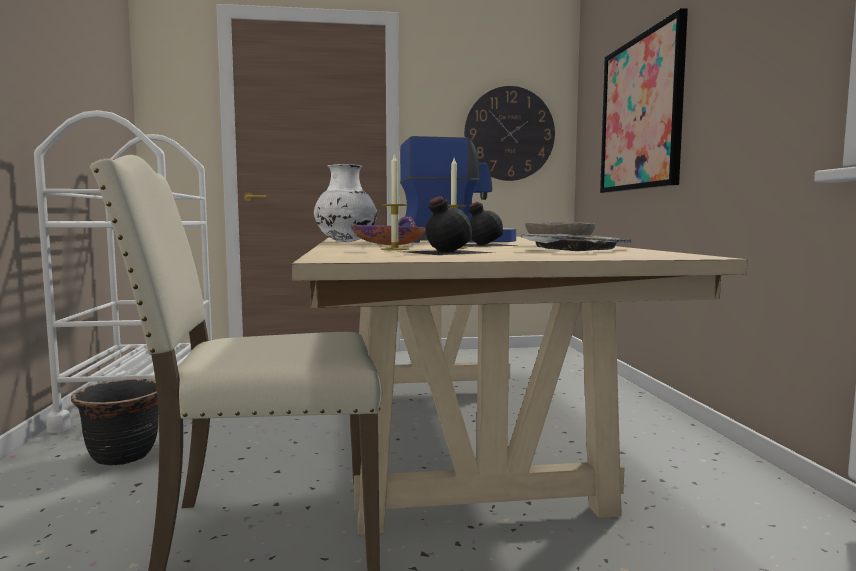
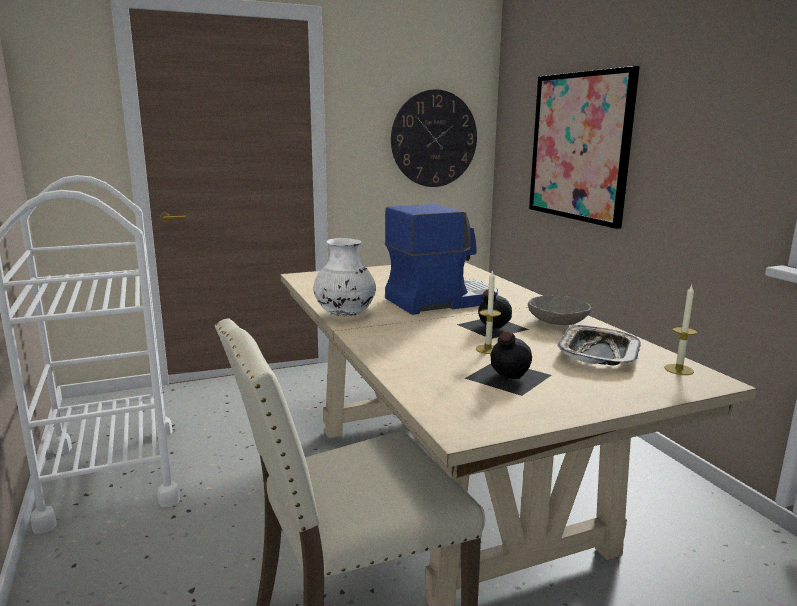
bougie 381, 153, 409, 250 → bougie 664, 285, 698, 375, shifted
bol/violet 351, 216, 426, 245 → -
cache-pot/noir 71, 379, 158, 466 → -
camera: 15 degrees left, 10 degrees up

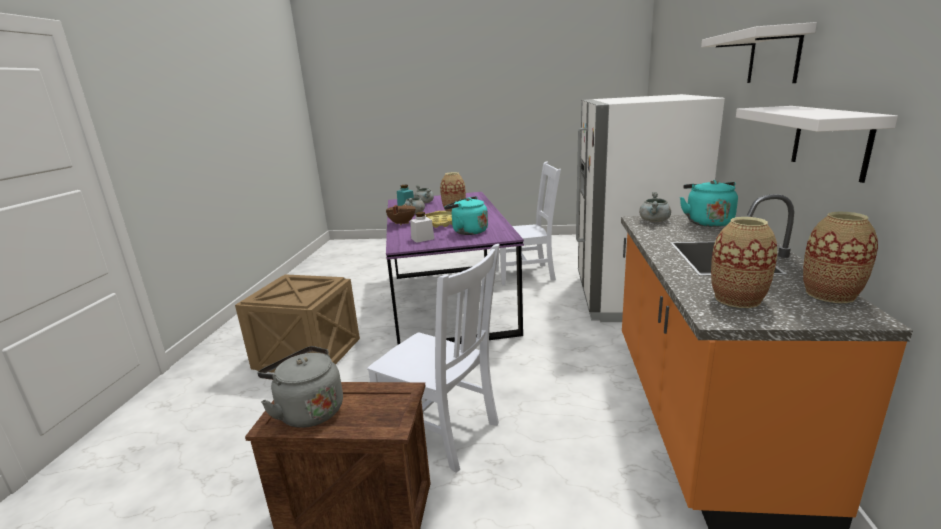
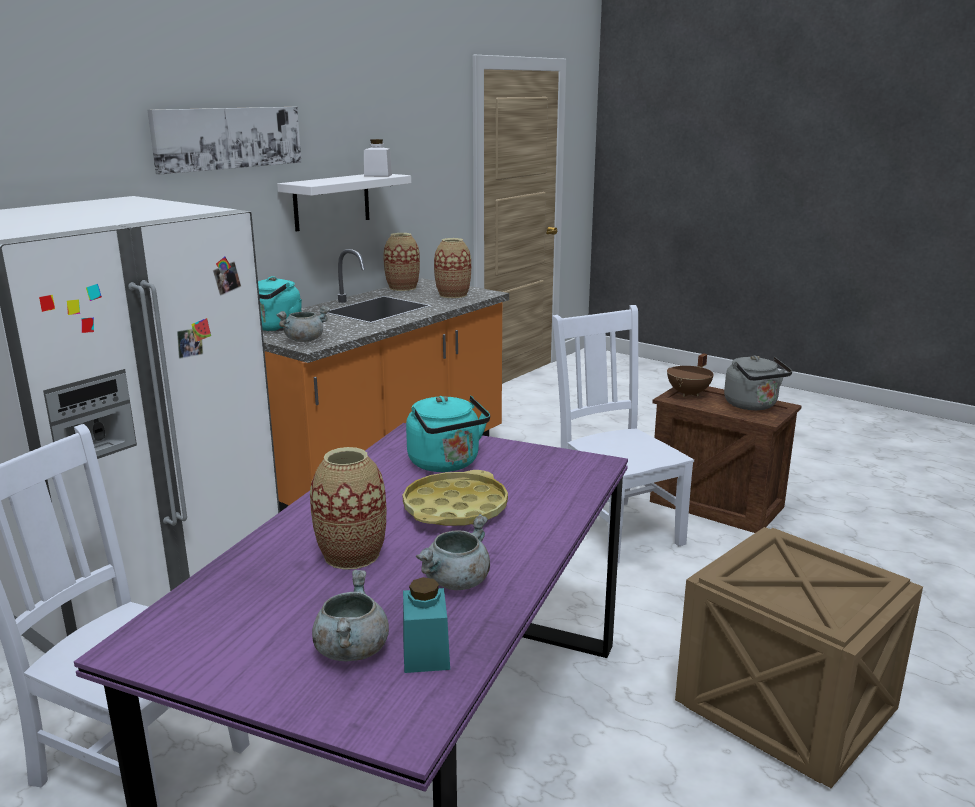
étagère/blanc 701, 22, 817, 83 → tableau 147, 107, 301, 174
marmite/marron 386, 205, 416, 226 → marmite/marron 667, 353, 714, 397, shifted
bocal/blanc 410, 212, 434, 243 → bocal/blanc 364, 139, 392, 177, shifted
camera: 150 degrees left, 0 degrees up

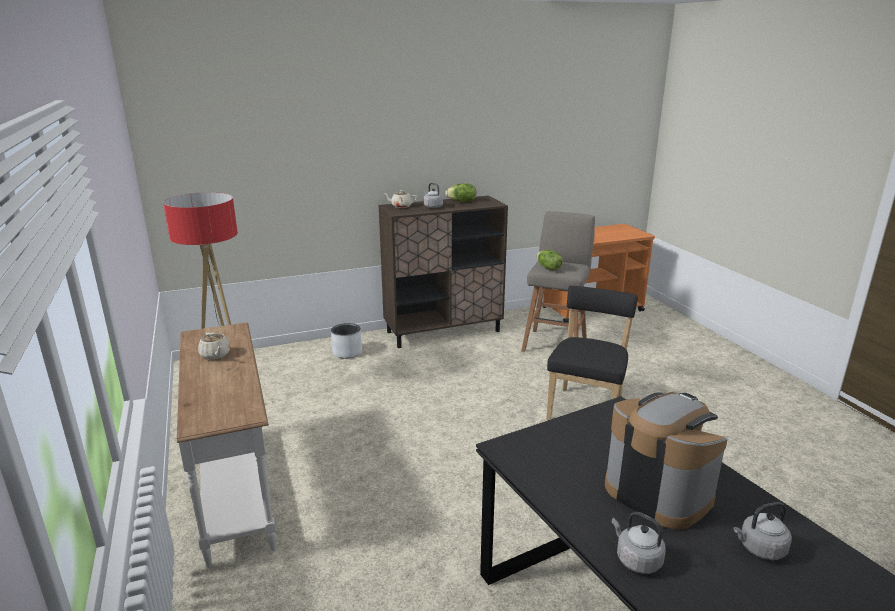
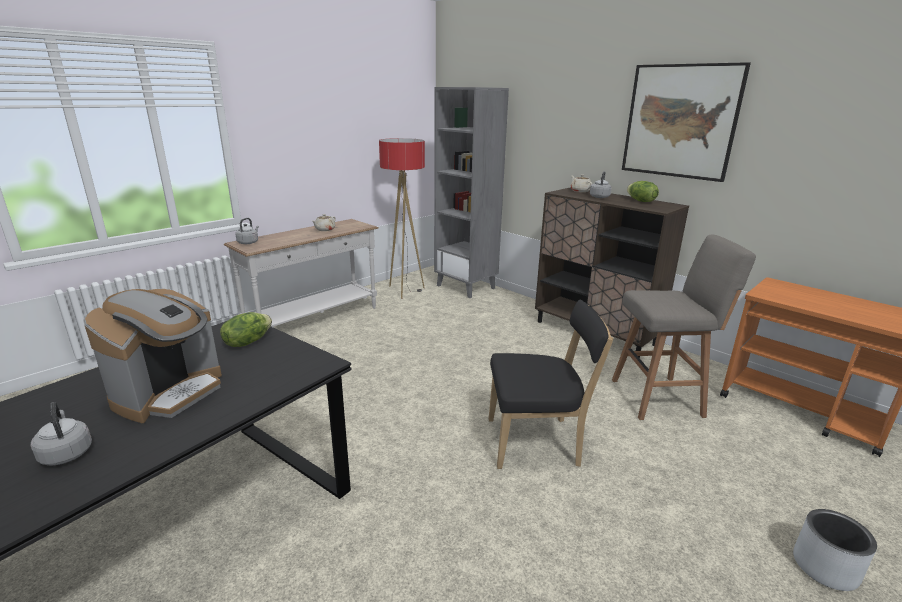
laitue 537, 250, 563, 270 → laitue 220, 312, 272, 347, shifted
cache-pot/gris 331, 323, 362, 359 → cache-pot/gris 793, 509, 877, 591, shifted
bouilloire/gris 612, 512, 666, 574 → bouilloire/gris 235, 218, 259, 244, shifted
- → tableau 622, 62, 751, 182
- → bibliothèque/gris 434, 87, 509, 298
camera: 65 degrees right, 0 degrees up

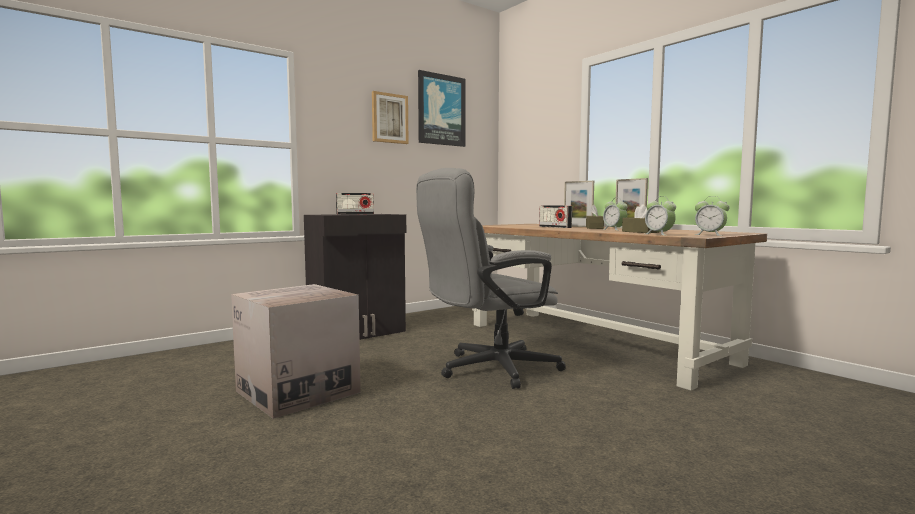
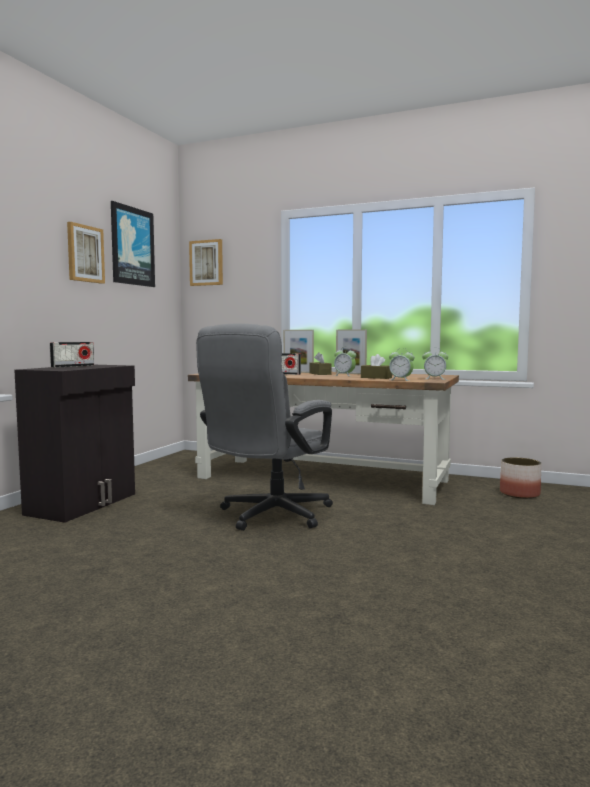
carton 231, 284, 361, 419 → -
- → tableau 189, 239, 223, 286
- → cache-pot 500, 457, 542, 499
camera: 30 degrees left, 0 degrees up

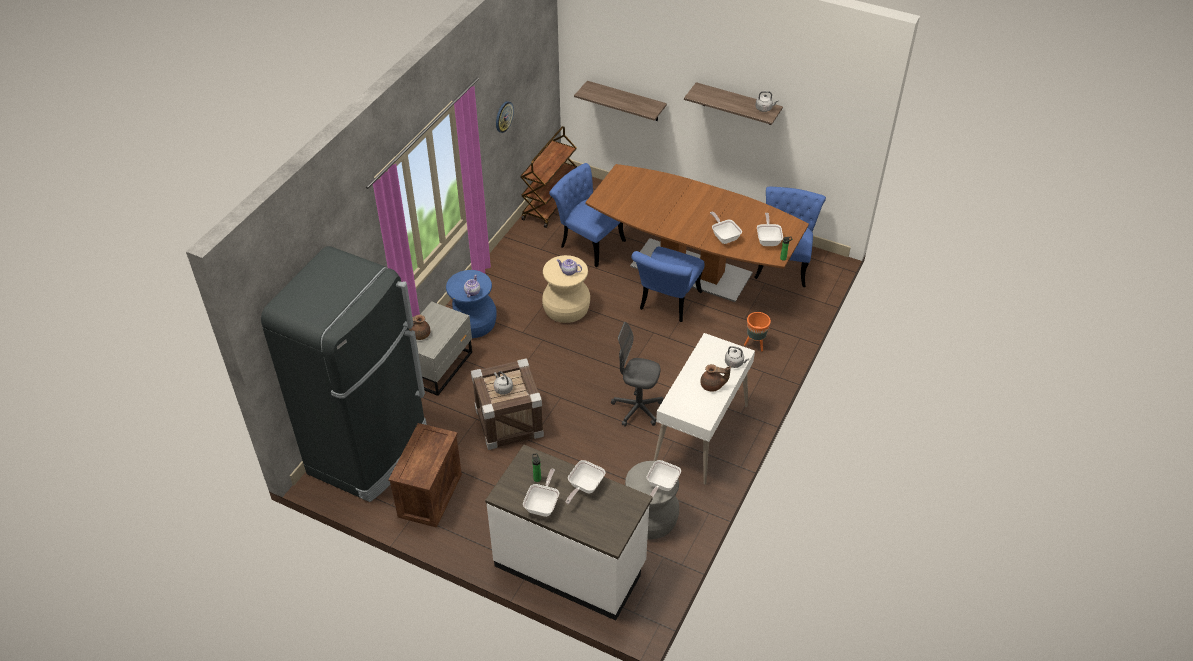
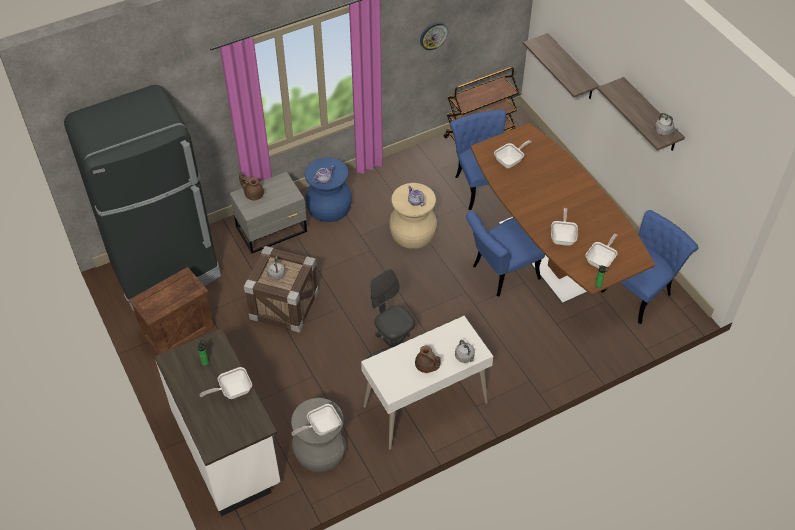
cache-pot/orange 744, 312, 771, 351 → -
poêle 523, 469, 559, 517 → poêle 494, 140, 532, 168, shifted
camera: 35 degrees right, 5 degrees up

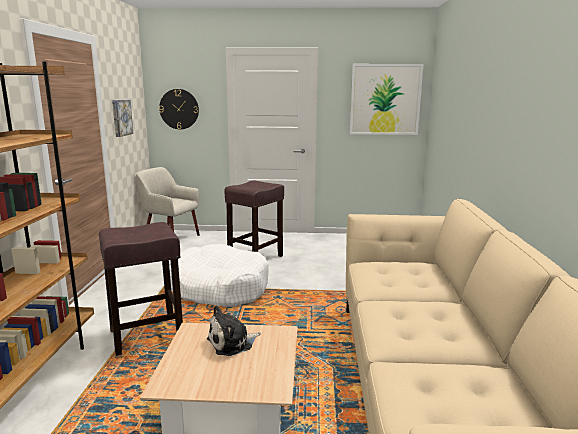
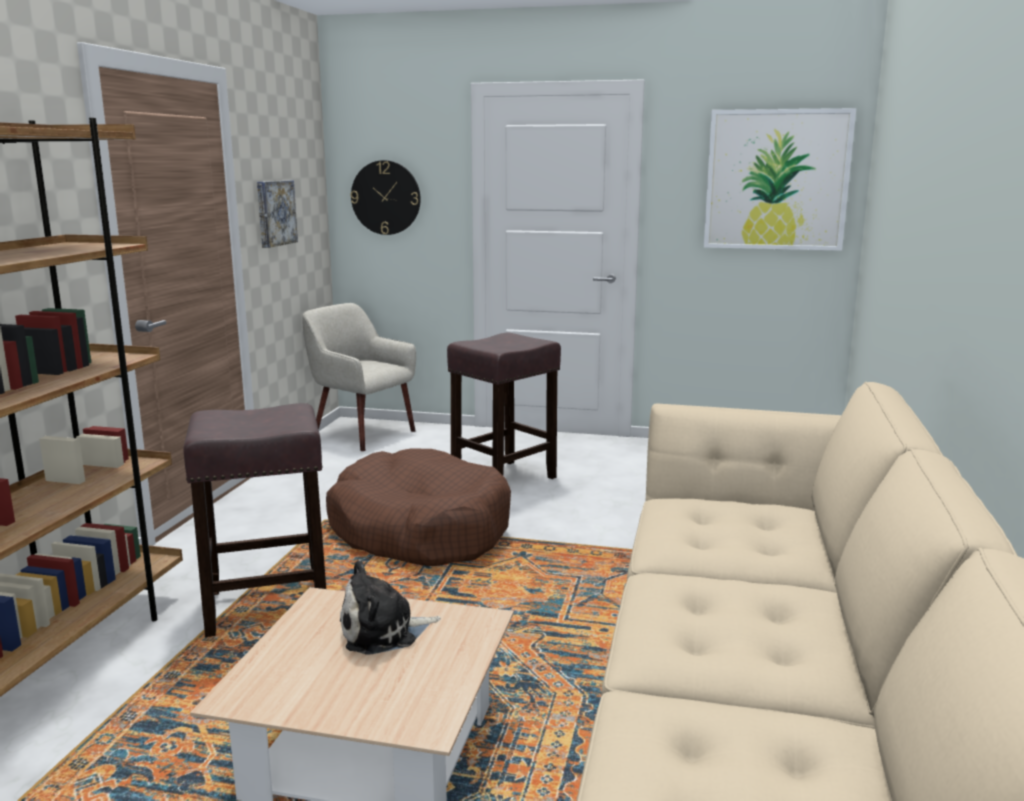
panier pour chien/blanc 169, 244, 269, 307 → panier pour chien/marron 326, 449, 511, 566
camera: 10 degrees right, 0 degrees up

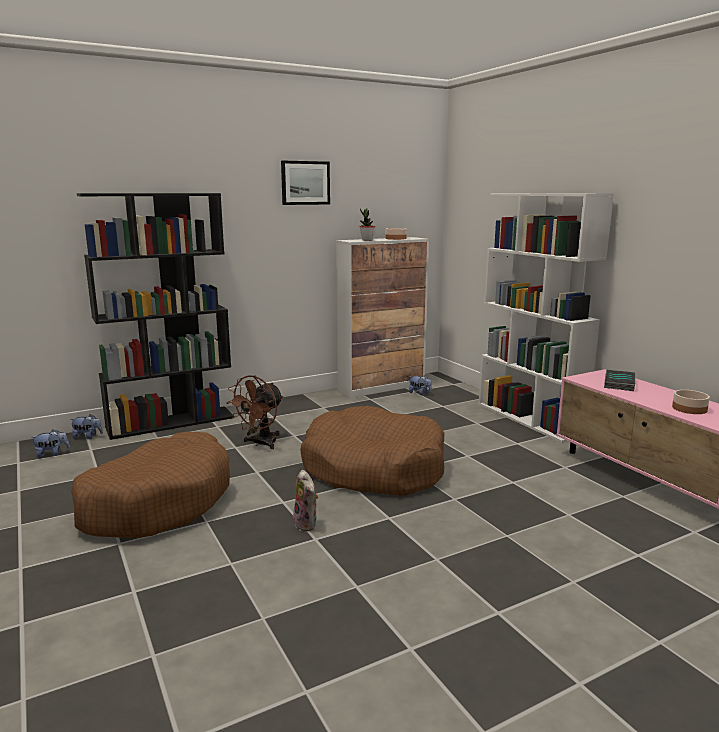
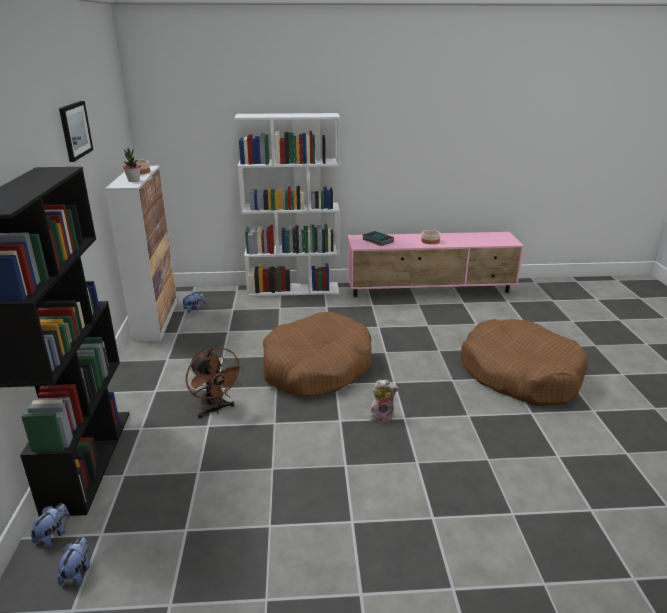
panier pour chien/marron 71, 432, 230, 538 → panier pour chien/marron 461, 319, 589, 406, shifted
camera: 65 degrees left, 10 degrees up

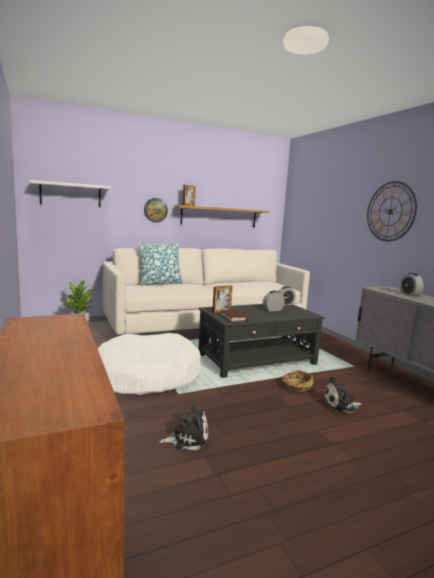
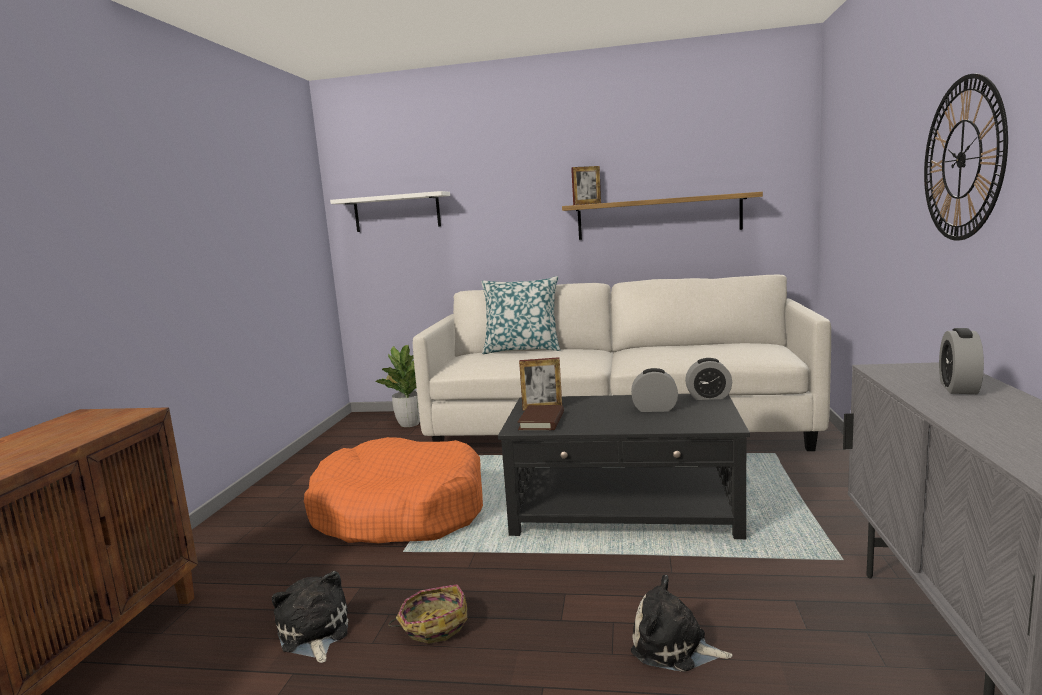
horloge murale 144, 198, 168, 223 → -
panier pour chien/blanc 98, 333, 201, 395 → panier pour chien/orange 304, 437, 483, 543
panier 283, 370, 313, 392 → panier 388, 585, 467, 644, shifted
peluche 159, 405, 208, 450 → peluche 272, 571, 348, 663, 135 degrees counterclockwise
camera: 35 degrees right, 0 degrees up

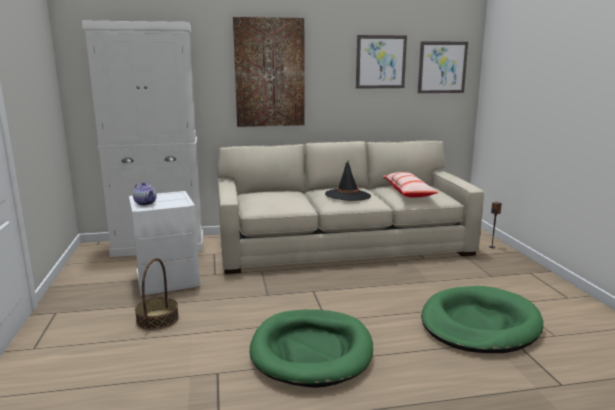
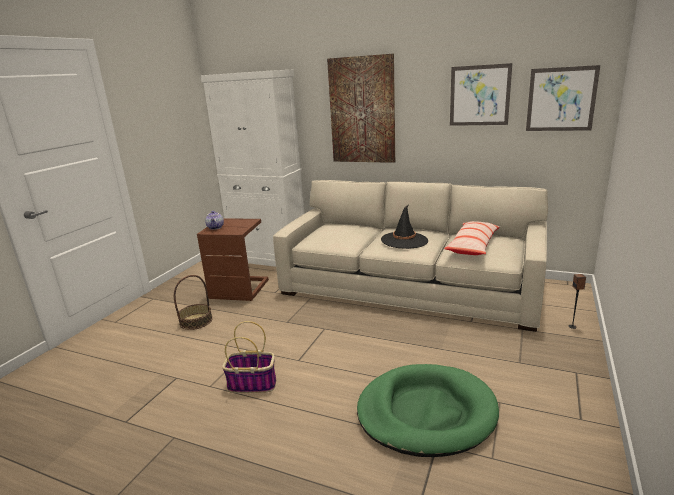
table d'appoint/blanc 129, 191, 200, 296 → table d'appoint/marron 197, 218, 269, 301
panier pour chien/vert 250, 309, 373, 388 → panier 222, 321, 276, 393
camera: 35 degrees right, 5 degrees up

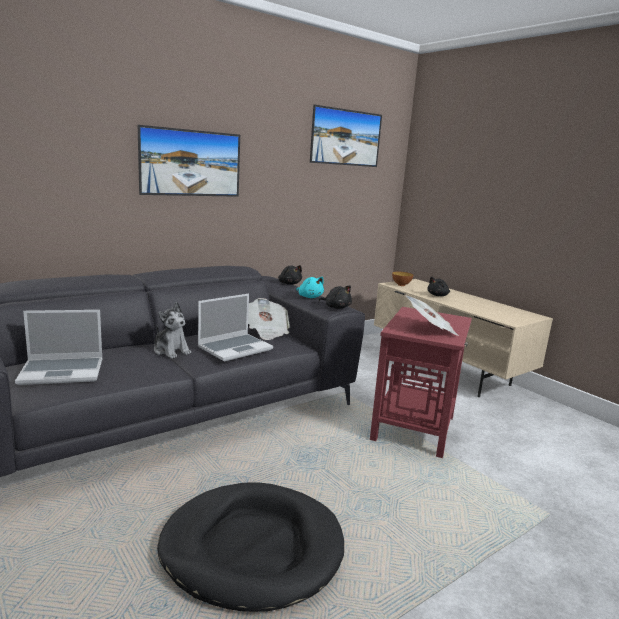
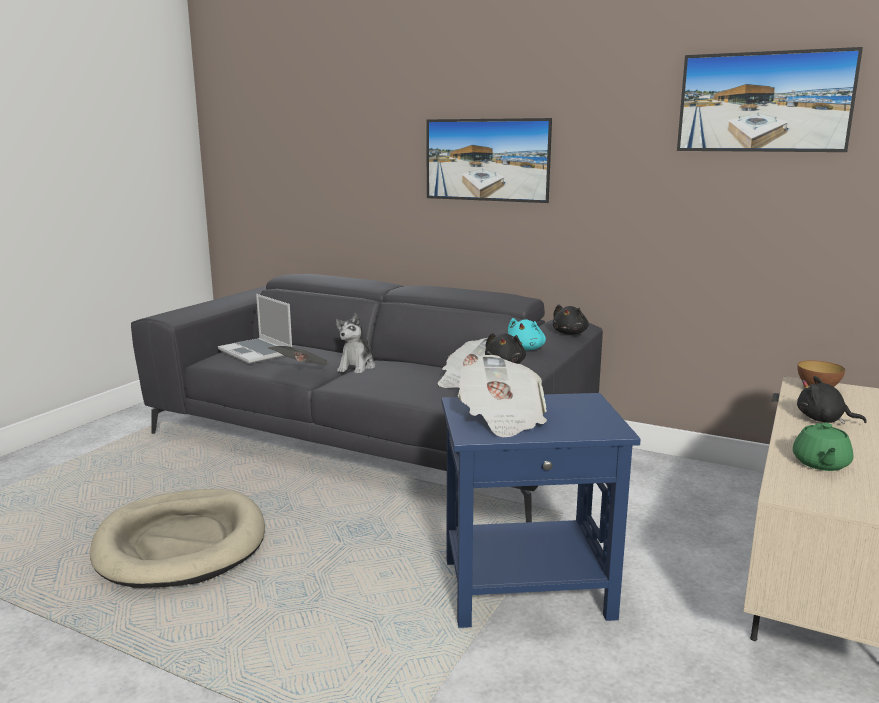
ordinateur portable 198, 294, 273, 362 → -
table d'appoint/rouge 370, 307, 472, 458 → table d'appoint/bleu 442, 393, 641, 628
panier pour chien/noir 157, 482, 344, 612 → panier pour chien/beige 90, 489, 265, 588
- → journal 268, 346, 329, 365
- → théière/vert 793, 423, 854, 471
camera: 65 degrees right, 0 degrees up

